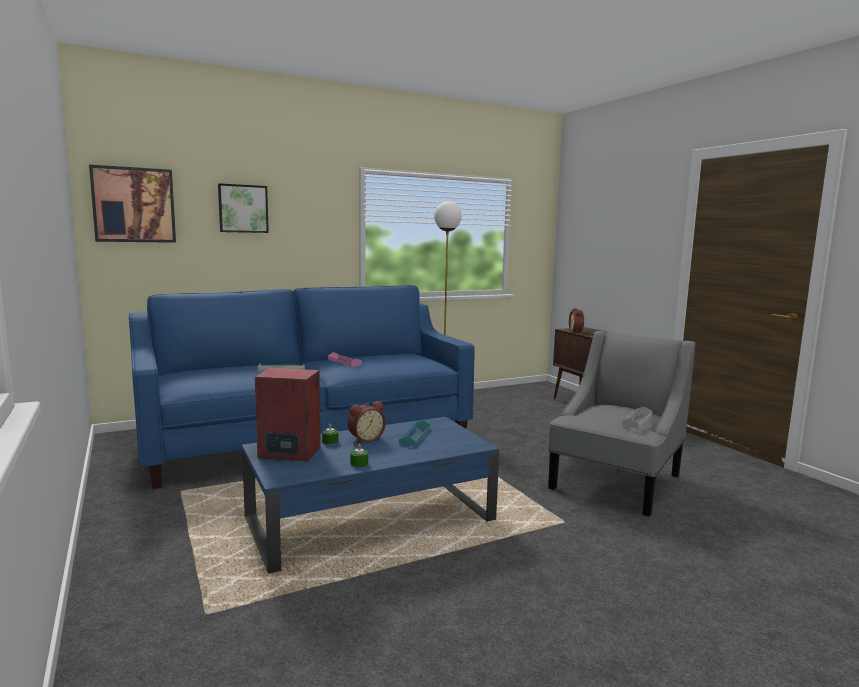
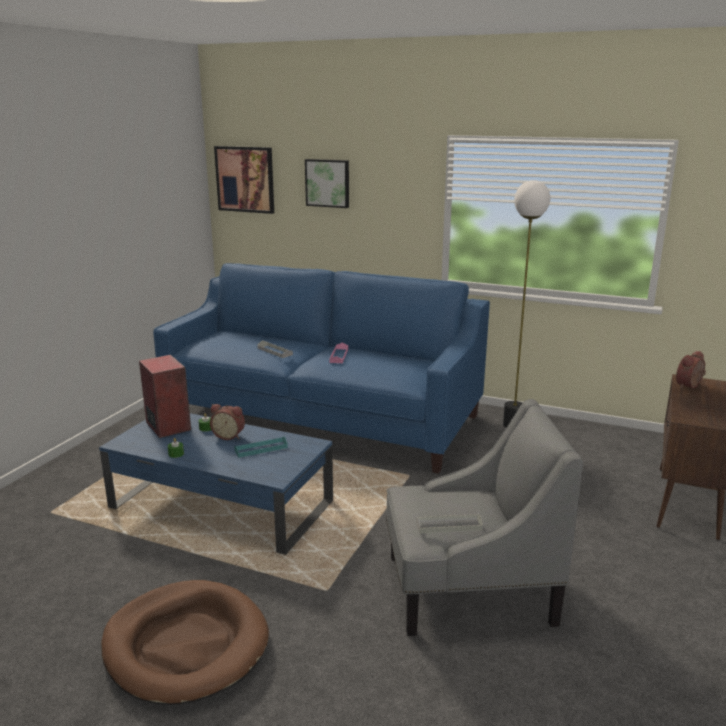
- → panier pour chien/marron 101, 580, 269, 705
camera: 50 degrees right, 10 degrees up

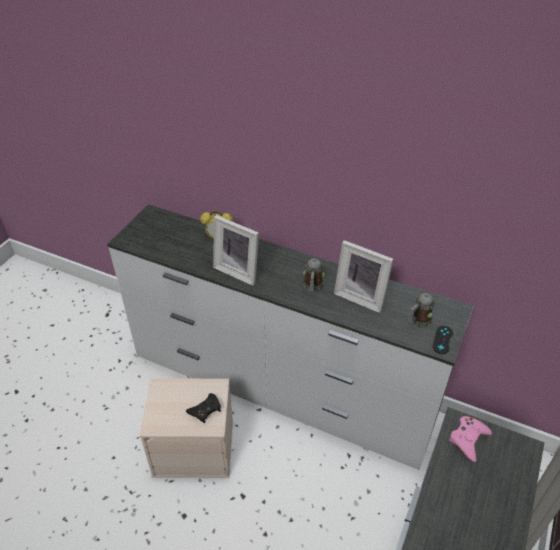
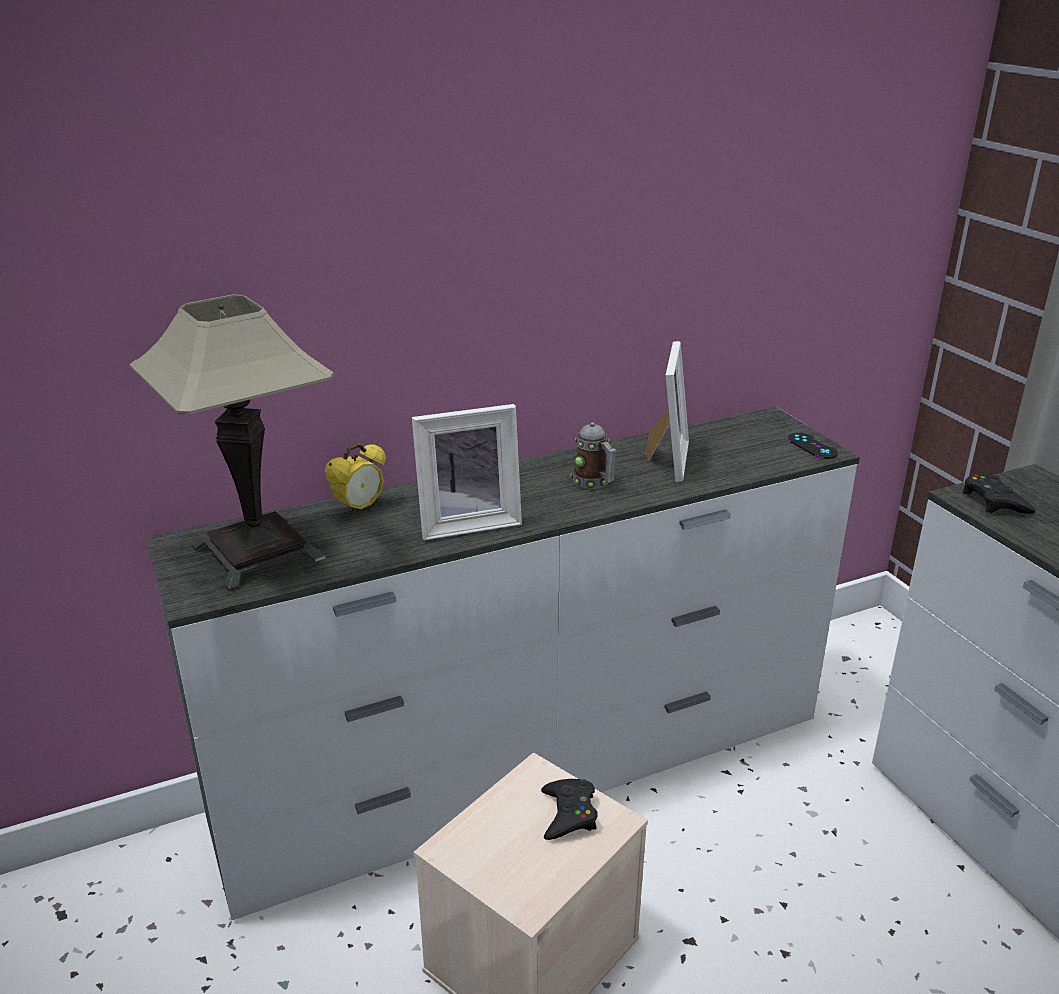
cadre photo 334, 240, 394, 313 → cadre photo 645, 341, 689, 482, 60 degrees counterclockwise
mug 408, 293, 435, 327 → -
manette/rose 449, 416, 492, 462 → manette/noir 962, 474, 1036, 514
- → lampe de table 130, 294, 334, 592
camera: 50 degrees left, 15 degrees down

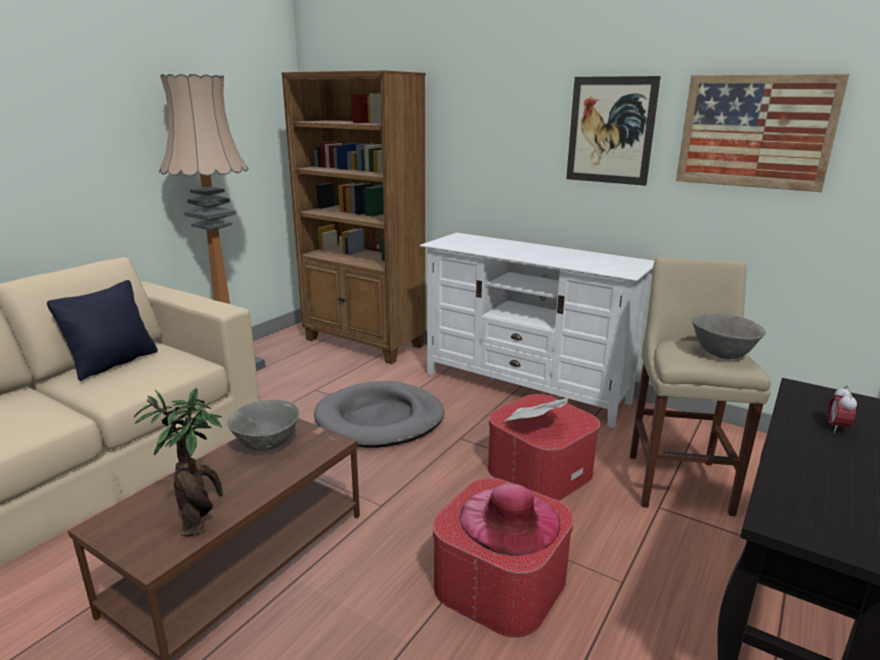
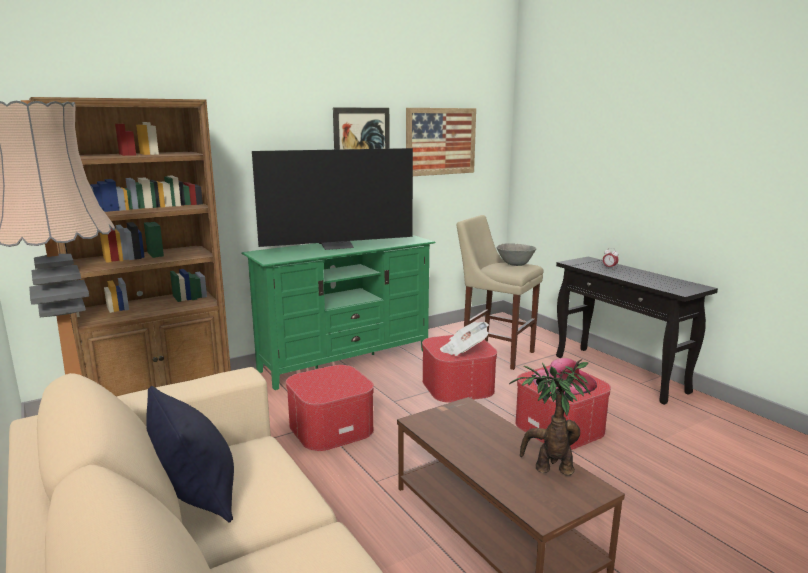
meuble télé/blanc 420, 233, 654, 428 → meuble télé/vert 241, 235, 436, 390
panier pour chien/gris 314, 381, 444, 448 → pouf 286, 365, 374, 451
bol/gris 227, 400, 299, 451 → -
- → téléviseur 252, 148, 413, 250
camera: 65 degrees left, 5 degrees down

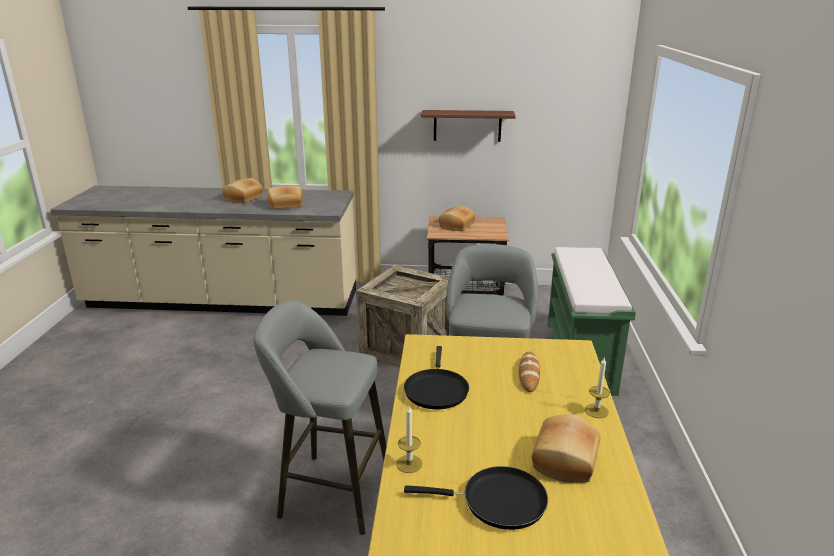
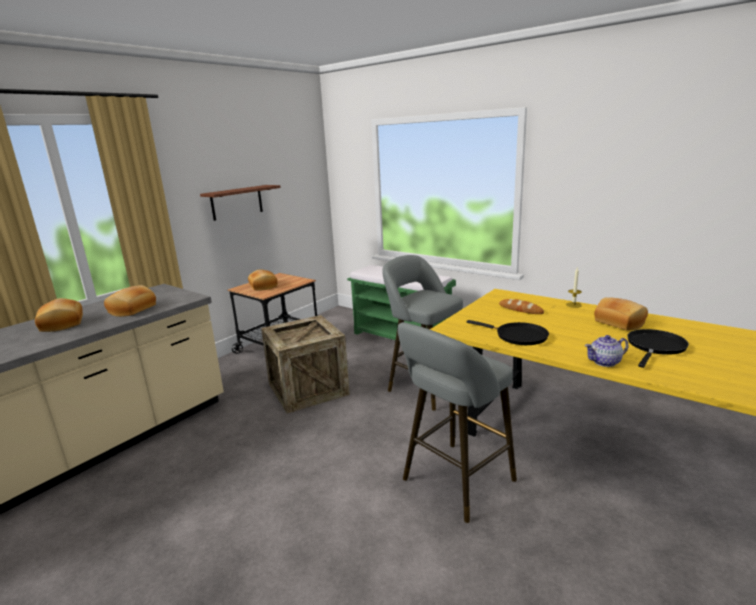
bougie 396, 406, 423, 473 → théière 585, 335, 628, 367
camera: 55 degrees left, 5 degrees down

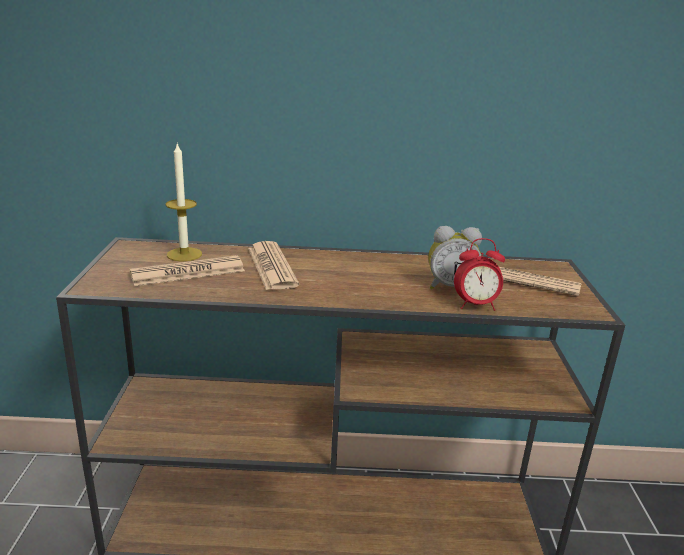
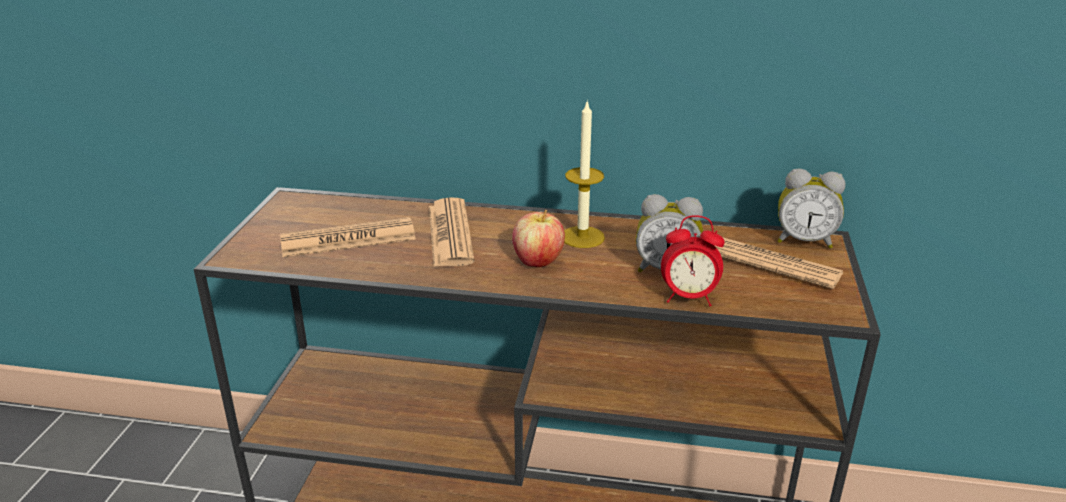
bougie 165, 144, 202, 261 → bougie 564, 102, 605, 248, shifted
- → réveil 777, 169, 845, 248
- → pomme 512, 210, 565, 267
camera: 10 degrees right, 5 degrees up

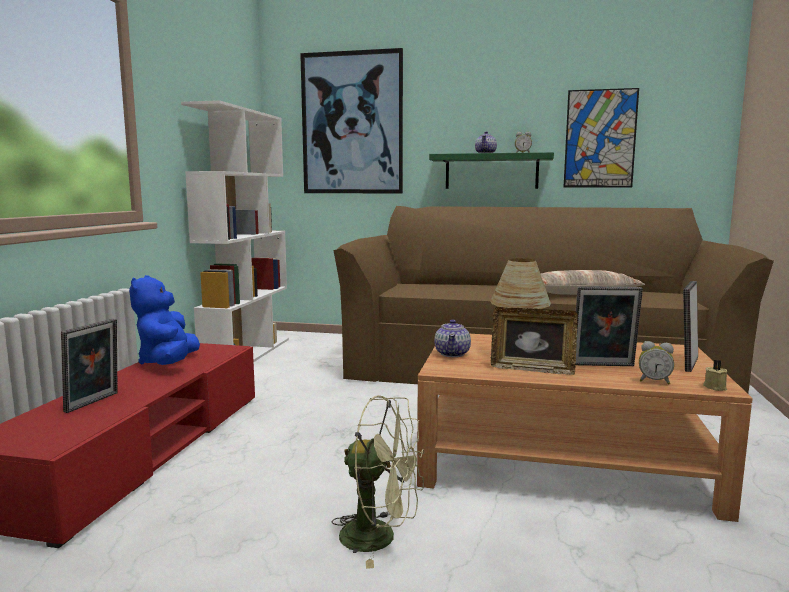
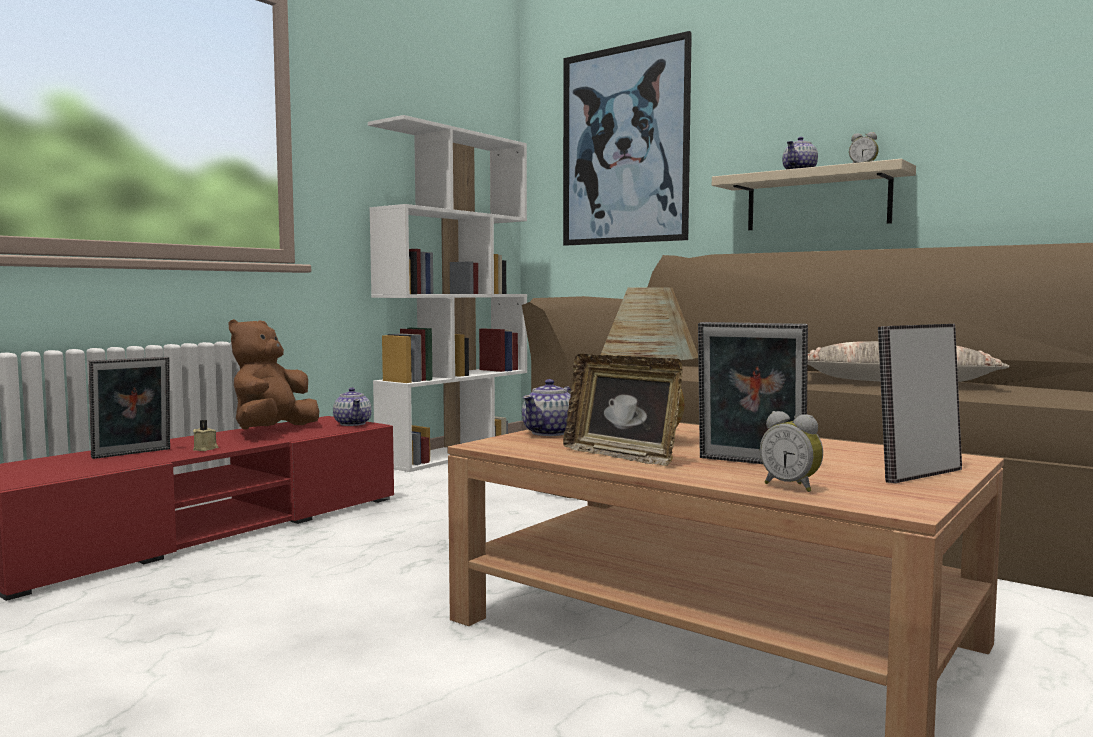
tableau 563, 88, 639, 188 → -
étagère/vert 429, 152, 554, 189 → étagère/beige 712, 159, 916, 230
peluche/bleu 129, 275, 200, 365 → peluche/marron 229, 319, 319, 430
bougie/beige 703, 360, 727, 391 → bougie/beige 193, 420, 218, 451, shifted
ventilateur/vert 331, 395, 424, 569 → -
- → théière 333, 388, 371, 426
camera: 25 degrees right, 5 degrees down

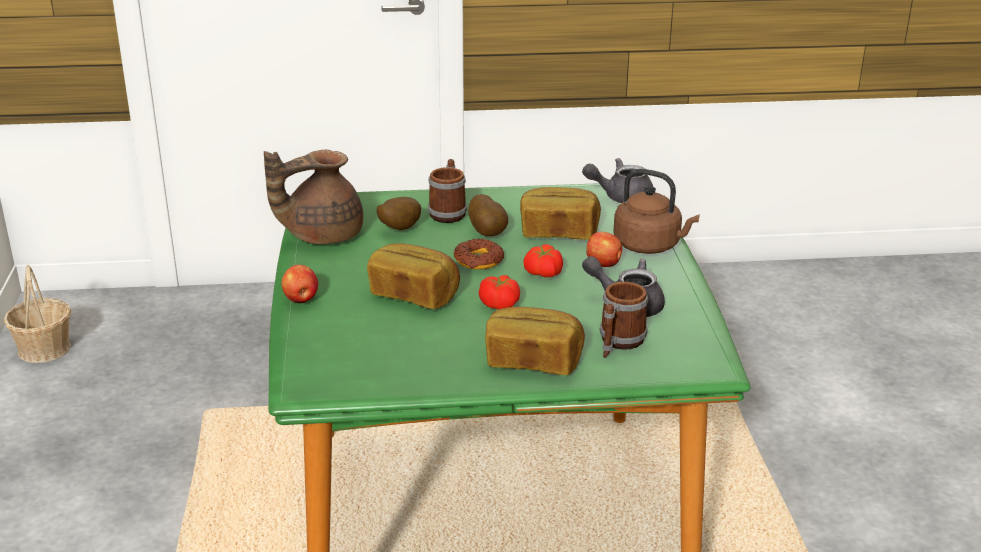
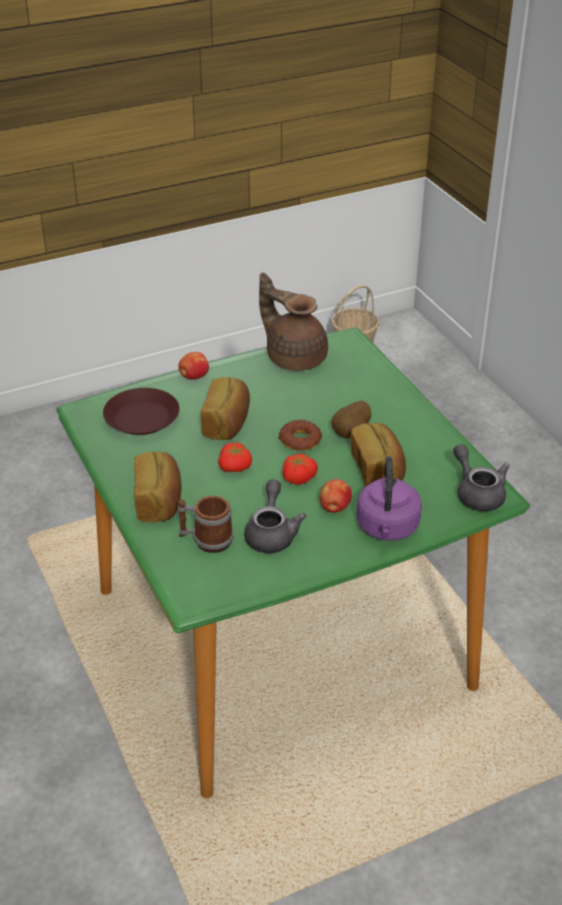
mug 428, 159, 467, 223 → -
bouilloire/marron 613, 169, 700, 254 → bouilloire/violet 357, 456, 422, 541
pomme de terre 377, 197, 421, 230 → -
- → assiette/marron 103, 388, 180, 435
camera: 70 degrees right, 10 degrees up

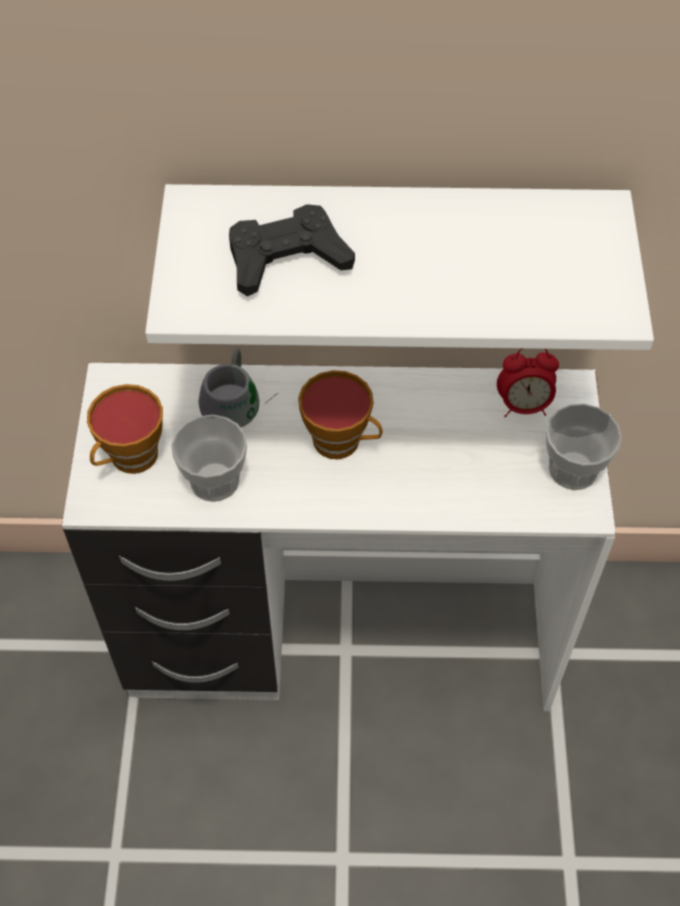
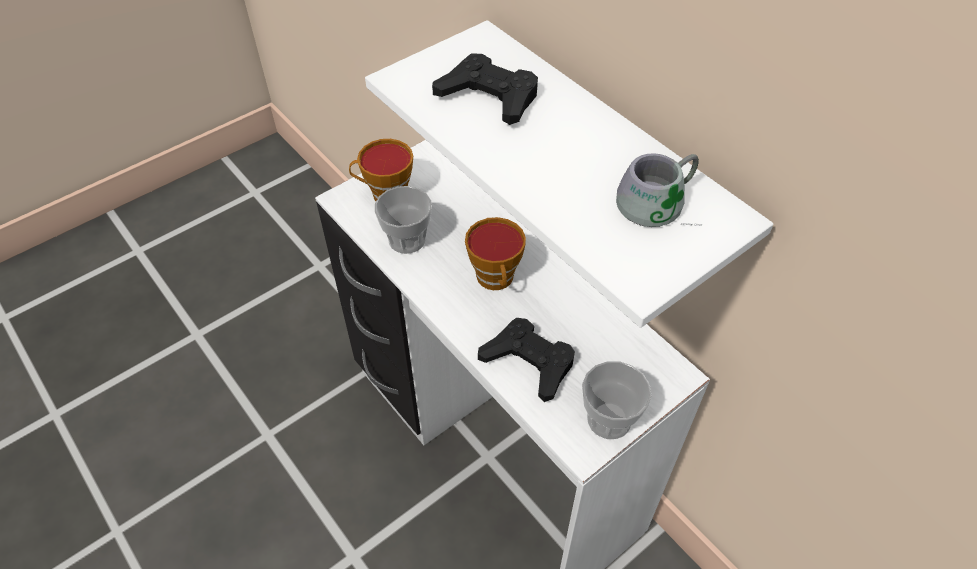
mug/gris 199, 348, 278, 428 → mug/gris 616, 153, 702, 227, shifted
réveil 497, 348, 559, 417 → -
- → manette/noir 478, 318, 575, 402
camera: 50 degrees right, 5 degrees down

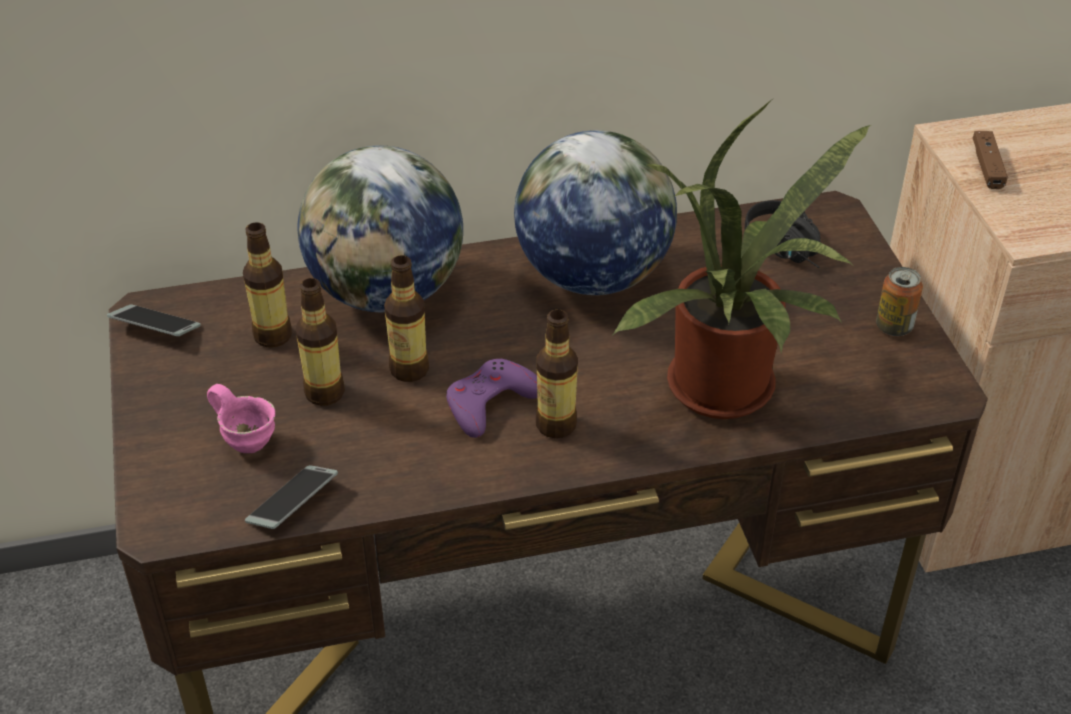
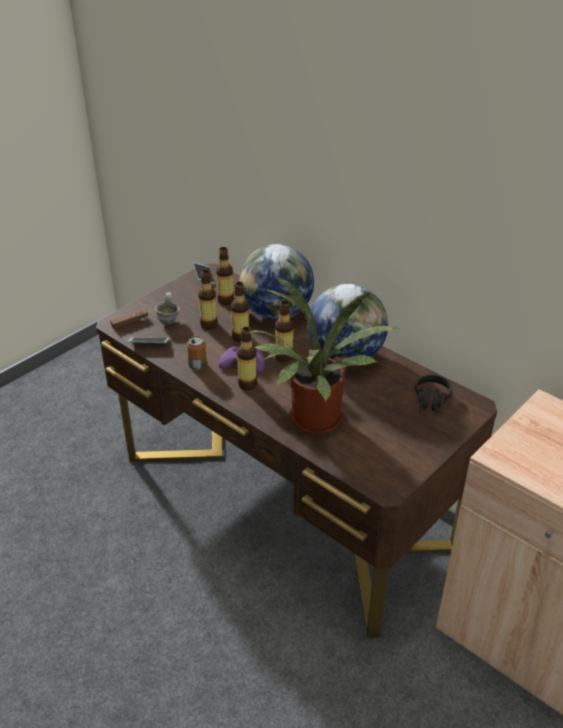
manette/marron 973, 131, 1008, 189 → manette/marron 110, 309, 148, 329, shifted
boîte métallique 876, 267, 923, 336 → boîte métallique 187, 336, 207, 370, shifted
mug/rose 207, 384, 275, 454 → mug/gris 155, 293, 180, 325
- → bouteille 275, 301, 294, 363
camera: 55 degrees right, 5 degrees down

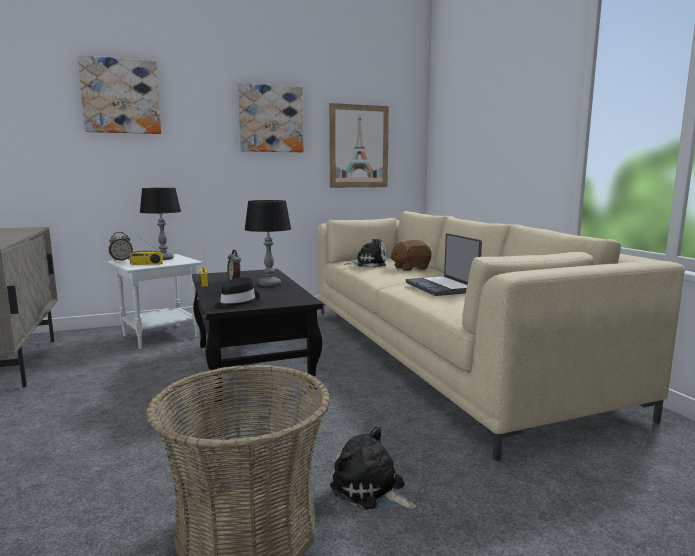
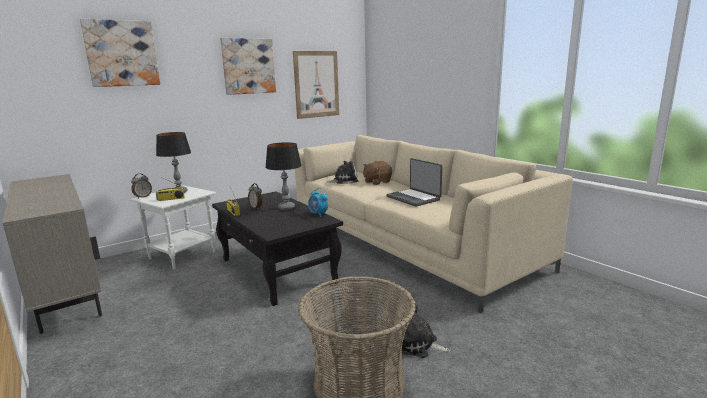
chapeau/noir 214, 277, 260, 309 → -
- → réveil 308, 188, 328, 217
camera: 15 degrees left, 5 degrees up

